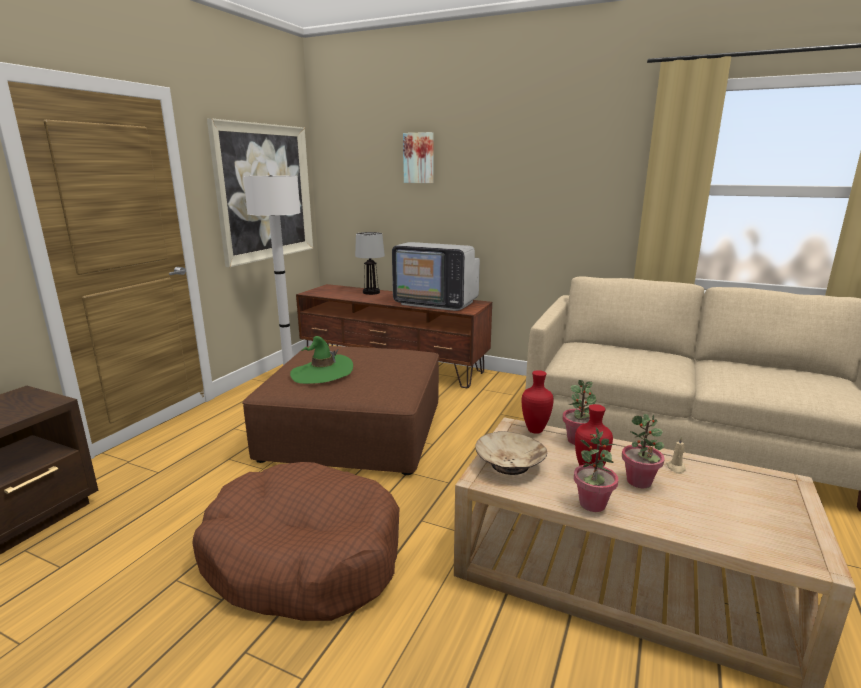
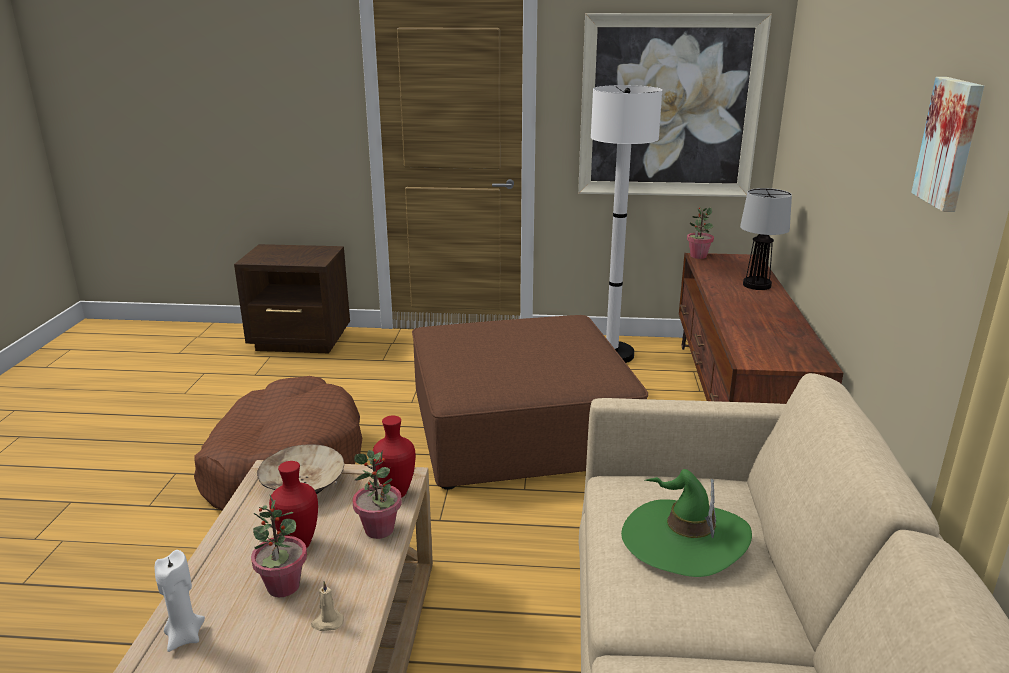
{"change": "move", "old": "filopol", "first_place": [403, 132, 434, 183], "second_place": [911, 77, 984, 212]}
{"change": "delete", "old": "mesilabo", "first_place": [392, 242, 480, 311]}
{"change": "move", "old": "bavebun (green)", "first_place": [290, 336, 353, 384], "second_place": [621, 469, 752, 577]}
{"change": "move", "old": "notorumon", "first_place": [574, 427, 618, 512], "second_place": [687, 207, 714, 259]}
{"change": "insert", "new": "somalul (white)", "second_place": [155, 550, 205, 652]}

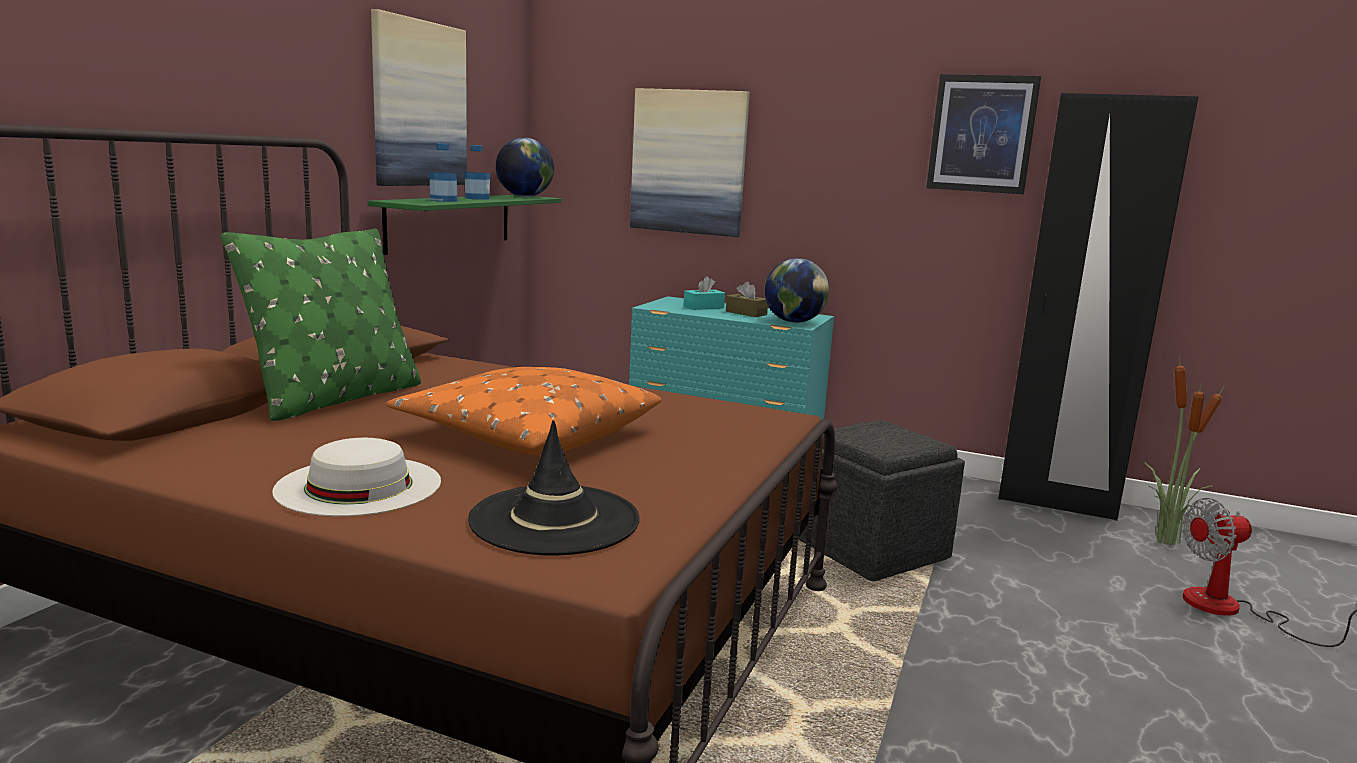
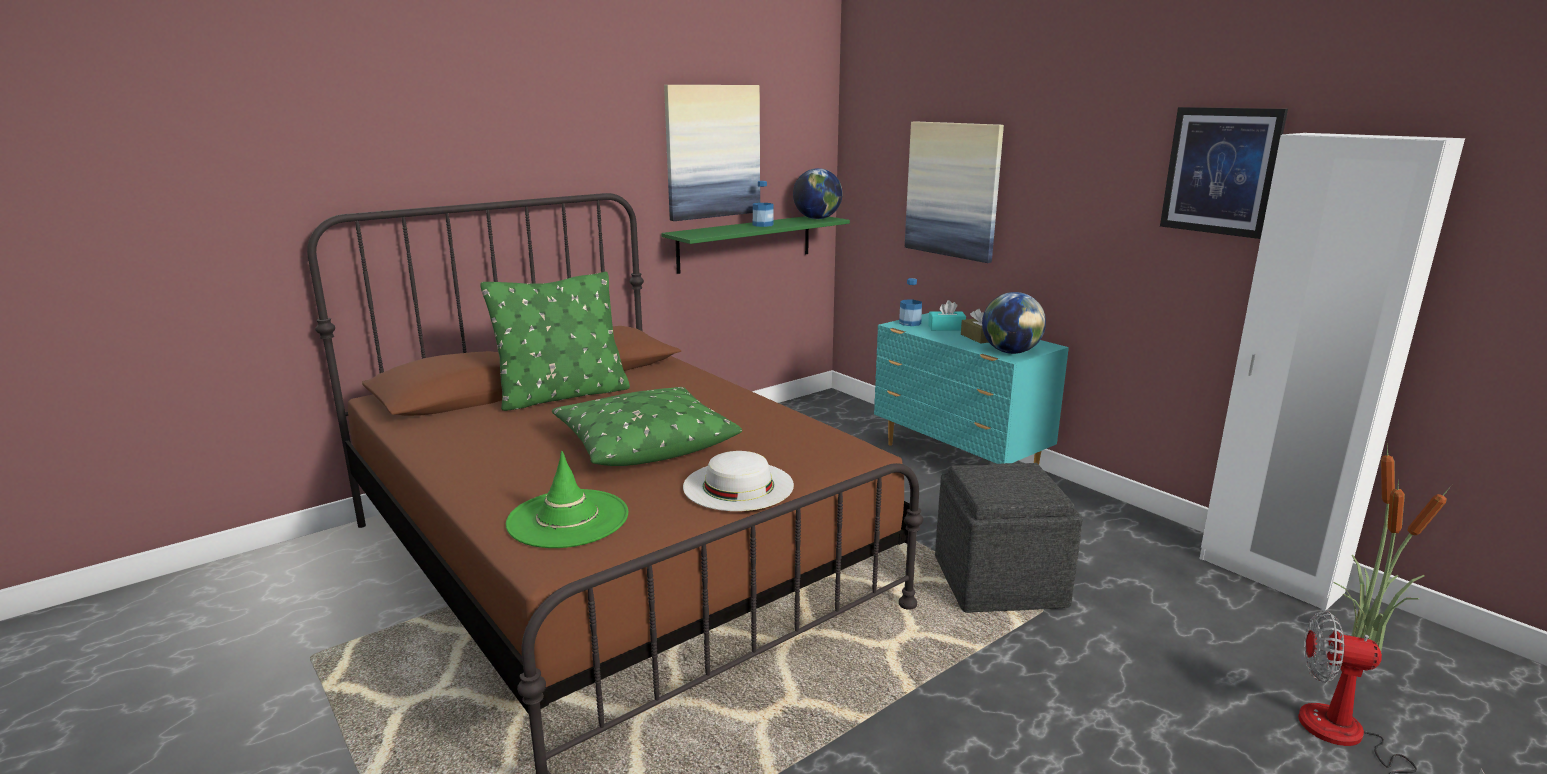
{"change": "recolor", "old": "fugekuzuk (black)", "new": "fugekuzuk (white)", "first_place": [998, 93, 1199, 521], "second_place": [1199, 133, 1465, 611]}
{"change": "move", "old": "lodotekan", "first_place": [429, 143, 458, 202], "second_place": [899, 278, 922, 326]}
{"change": "recolor", "old": "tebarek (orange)", "new": "tebarek (green)", "first_place": [386, 367, 661, 455], "second_place": [552, 387, 742, 466]}
{"change": "recolor", "old": "bavebun (black)", "new": "bavebun (green)", "first_place": [468, 420, 640, 555], "second_place": [506, 451, 628, 548]}
{"change": "move", "old": "bavebun (white)", "first_place": [272, 438, 441, 516], "second_place": [683, 451, 794, 511]}

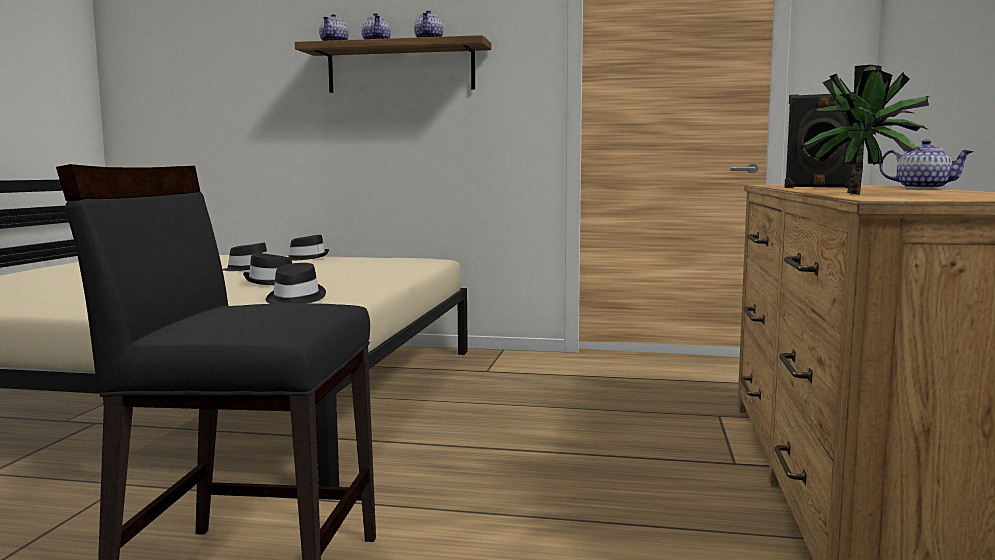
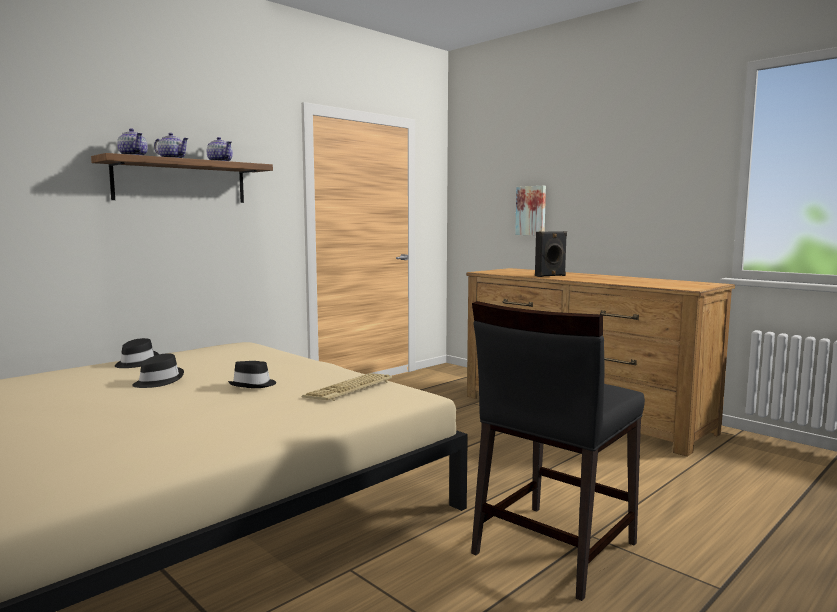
{"change": "delete", "old": "notorumon", "first_place": [799, 65, 929, 194]}
{"change": "delete", "old": "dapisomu", "first_place": [879, 139, 974, 189]}
{"change": "replace", "old": "bavebun (black)", "new": "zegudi", "first_place": [266, 263, 326, 304], "second_place": [302, 373, 392, 401]}
{"change": "insert", "new": "filopol", "second_place": [515, 186, 546, 235]}

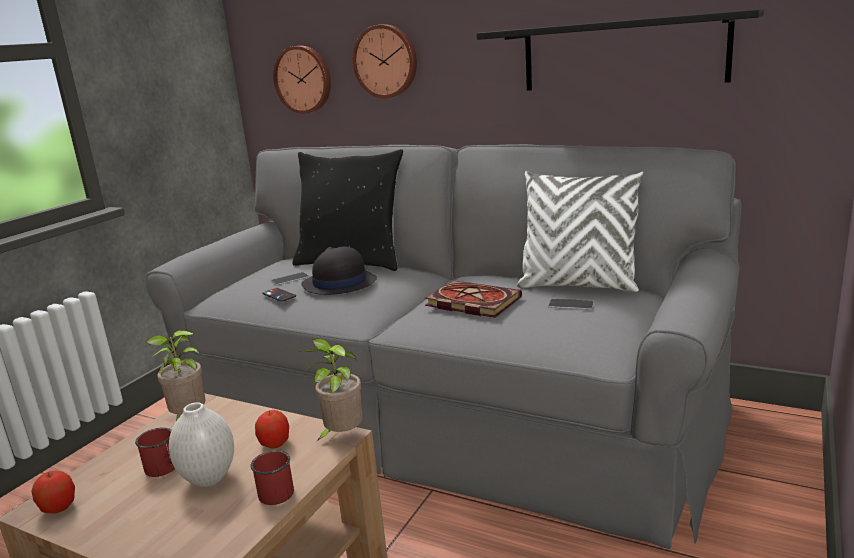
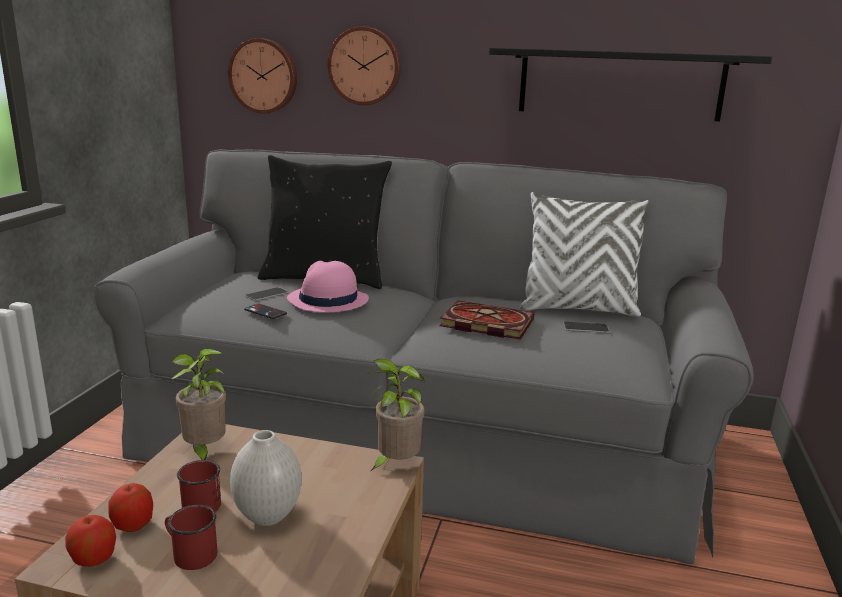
{"change": "recolor", "old": "bavebun (black)", "new": "bavebun (pink)", "first_place": [301, 247, 377, 295], "second_place": [287, 261, 369, 312]}
{"change": "move", "old": "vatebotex", "first_place": [255, 410, 289, 449], "second_place": [108, 483, 153, 532]}
{"change": "move", "old": "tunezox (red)", "first_place": [251, 450, 294, 505], "second_place": [165, 505, 217, 570]}

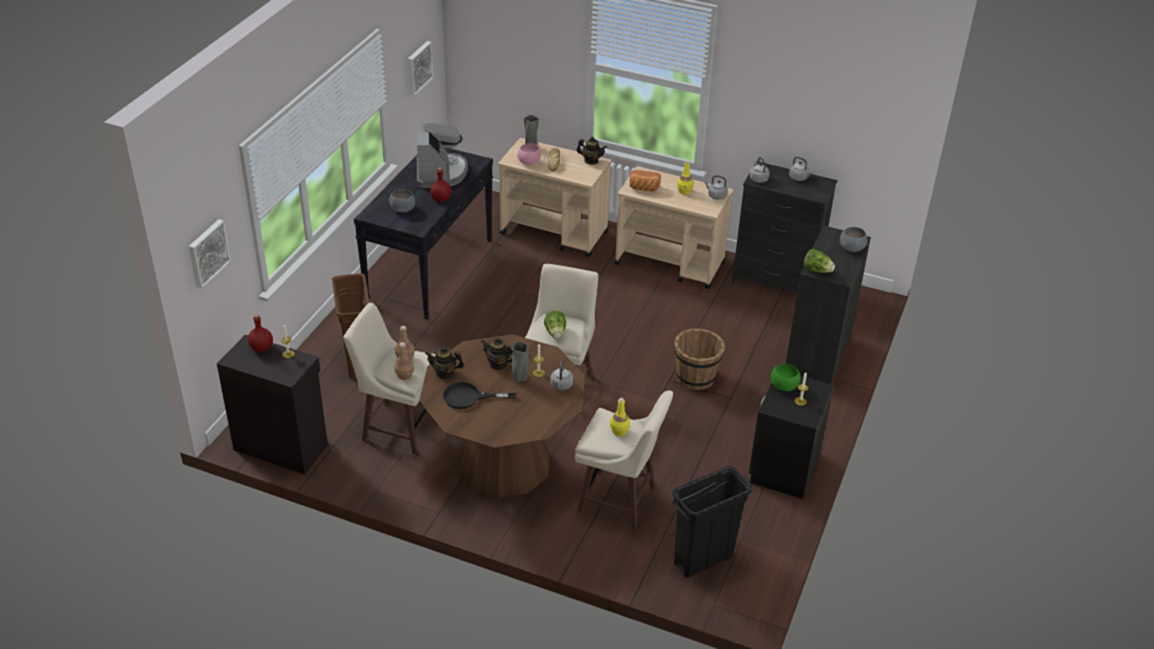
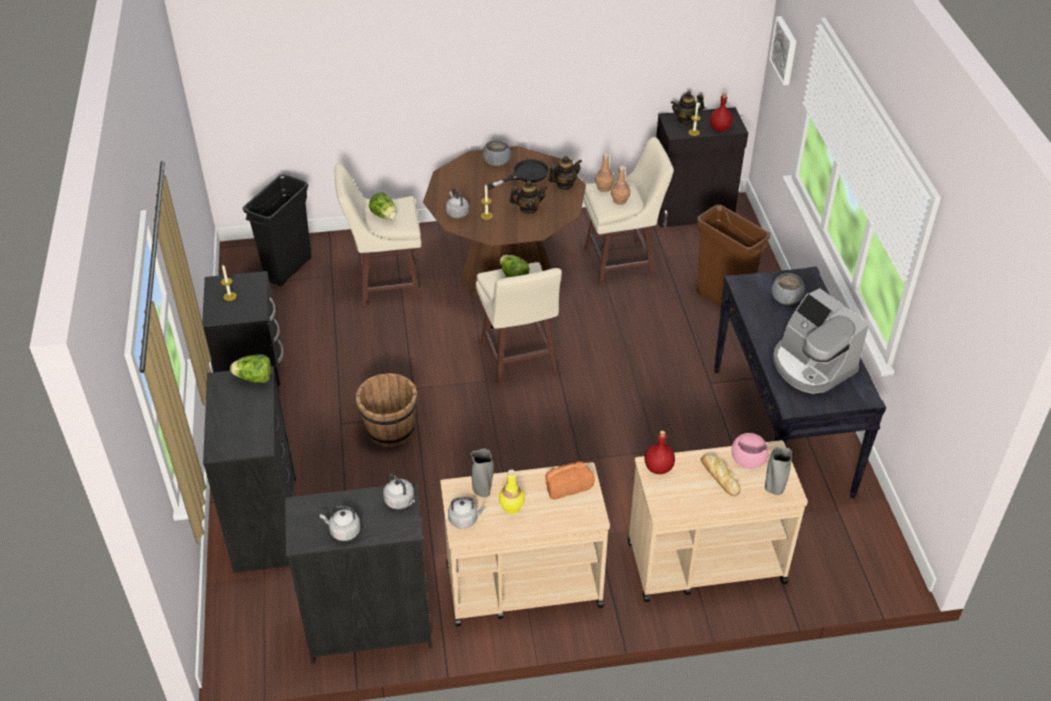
{"change": "delete", "old": "filopol", "first_place": [408, 41, 433, 96]}
{"change": "move", "old": "dapisomu", "first_place": [577, 137, 607, 165], "second_place": [671, 92, 704, 125]}
{"change": "move", "old": "lodotekan (red)", "first_place": [430, 167, 451, 202], "second_place": [644, 431, 675, 474]}
{"change": "move", "old": "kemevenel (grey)", "first_place": [840, 227, 868, 252], "second_place": [483, 140, 511, 166]}
{"change": "move", "old": "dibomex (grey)", "first_place": [512, 341, 529, 382], "second_place": [471, 448, 494, 497]}
{"change": "delete", "old": "kemevenel (green)", "first_place": [771, 364, 801, 391]}
{"change": "replace", "old": "lodotekan (yellow)", "new": "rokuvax", "first_place": [610, 398, 630, 436], "second_place": [369, 192, 397, 220]}

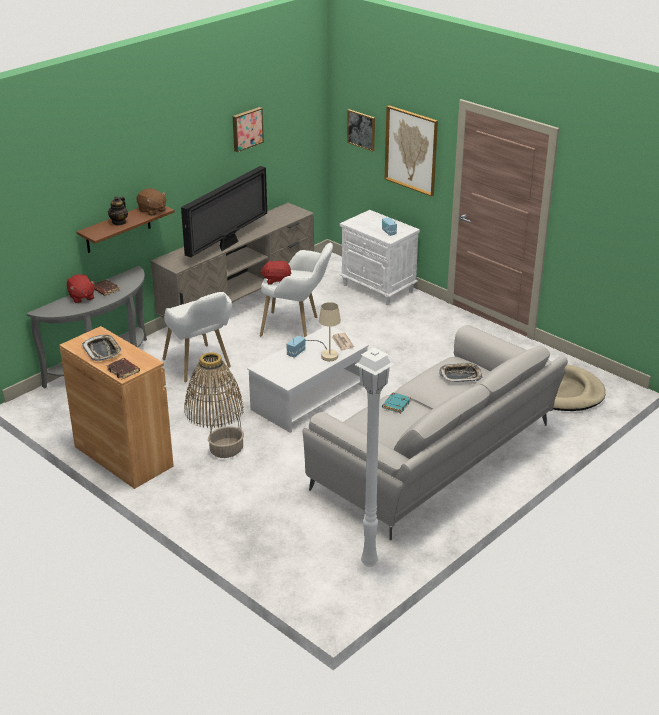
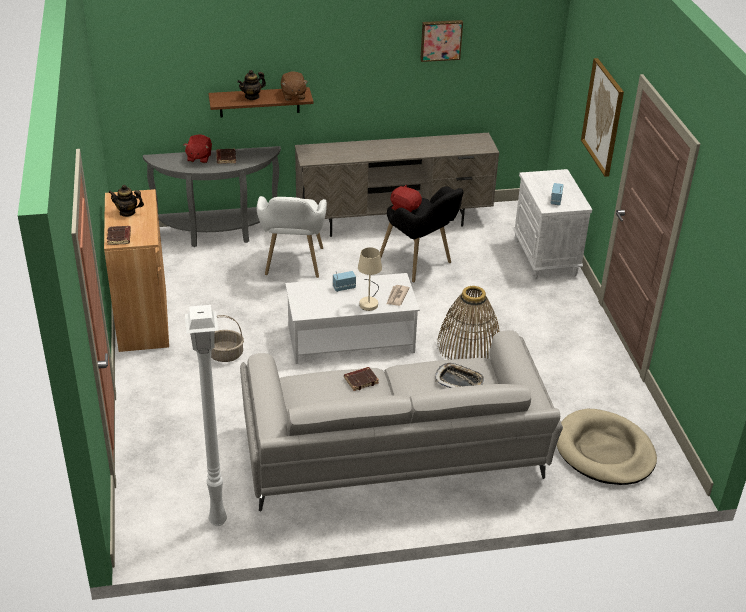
{"change": "delete", "old": "filopol", "first_place": [347, 109, 375, 152]}
{"change": "delete", "old": "mesilabo", "first_place": [181, 166, 267, 257]}
{"change": "recolor", "old": "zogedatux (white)", "new": "zogedatux (black)", "first_place": [260, 243, 333, 337], "second_place": [380, 186, 464, 282]}
{"change": "replace", "old": "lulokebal", "new": "dapisomu", "first_place": [82, 335, 122, 361], "second_place": [108, 185, 144, 217]}
{"change": "move", "old": "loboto", "first_place": [184, 352, 244, 428], "second_place": [437, 286, 500, 360]}
{"change": "recolor", "old": "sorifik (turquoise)", "new": "sorifik (brown)", "first_place": [382, 393, 411, 413], "second_place": [344, 367, 379, 391]}

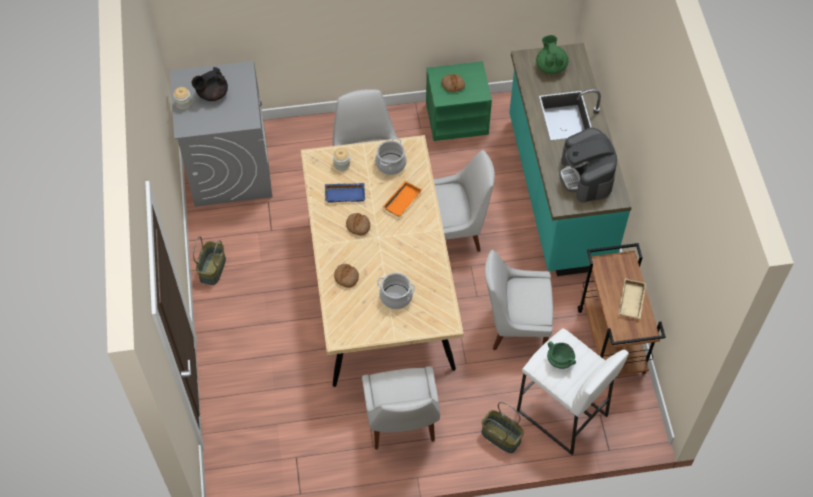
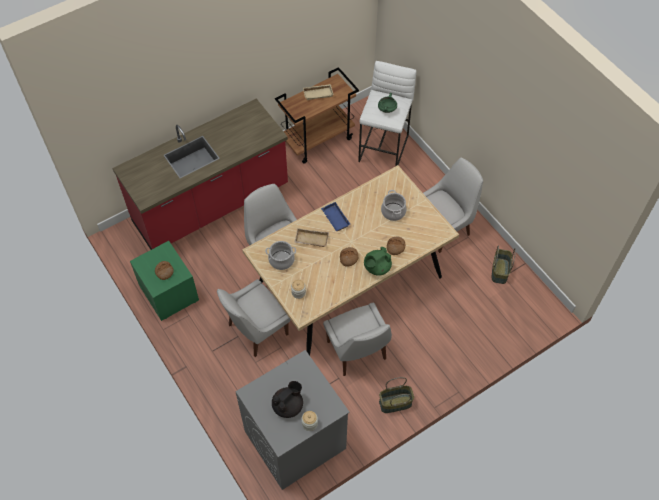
{"change": "move", "old": "dapisomu (green)", "first_place": [536, 35, 568, 74], "second_place": [364, 247, 392, 276]}
{"change": "recolor", "old": "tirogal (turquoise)", "new": "tirogal (red)", "first_place": [509, 43, 632, 276], "second_place": [112, 98, 288, 250]}
{"change": "rotate", "old": "dapisomu (black)", "first_place": [191, 67, 228, 101], "second_place": [272, 381, 303, 418], "degrees": -75}
{"change": "delete", "old": "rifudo", "first_place": [559, 128, 617, 203]}
{"change": "recolor", "old": "lulokebal (orange)", "new": "lulokebal (beige)", "first_place": [383, 181, 422, 217], "second_place": [295, 228, 329, 247]}
{"change": "move", "old": "lulokebal (blue)", "first_place": [325, 183, 365, 203], "second_place": [321, 202, 350, 231]}
{"change": "move", "old": "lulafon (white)", "first_place": [485, 250, 553, 350], "second_place": [323, 303, 392, 376]}
{"change": "move", "old": "loboto", "first_place": [481, 402, 524, 453], "second_place": [492, 245, 516, 284]}

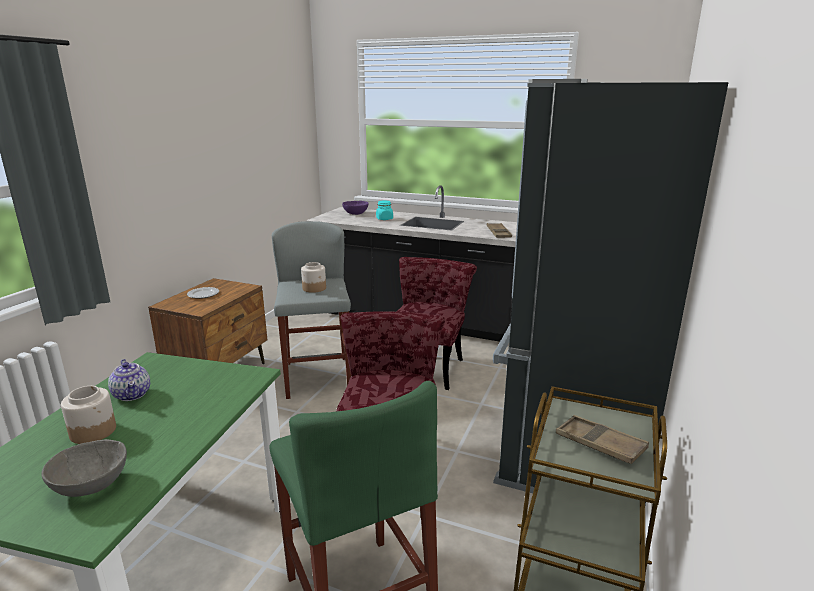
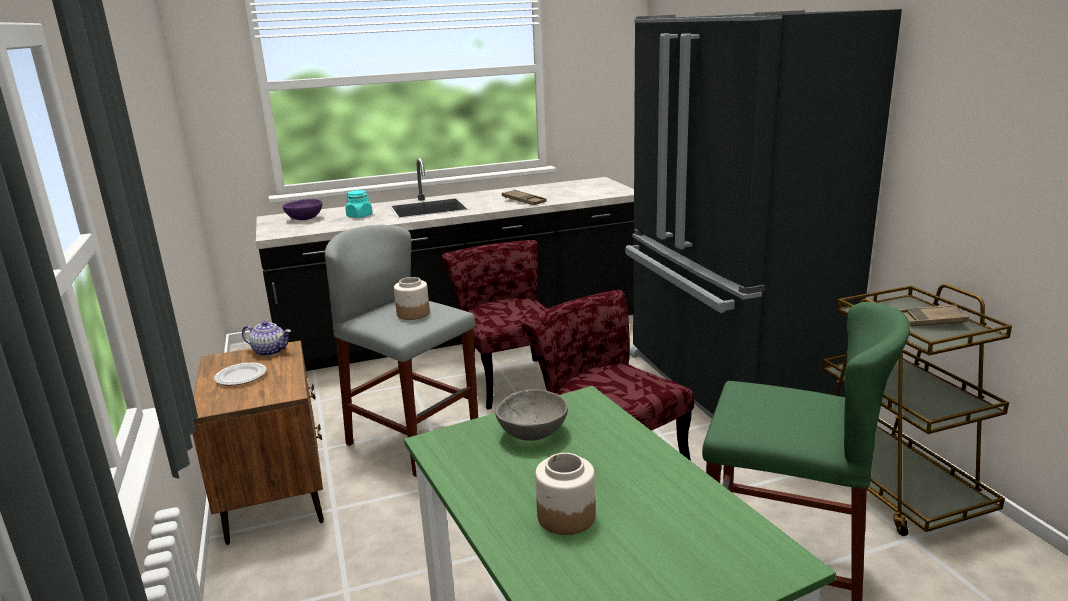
{"change": "move", "old": "dapisomu", "first_place": [108, 359, 150, 401], "second_place": [242, 321, 291, 356]}
{"change": "move", "old": "kemevenel (grey)", "first_place": [42, 439, 127, 497], "second_place": [495, 389, 568, 441]}

